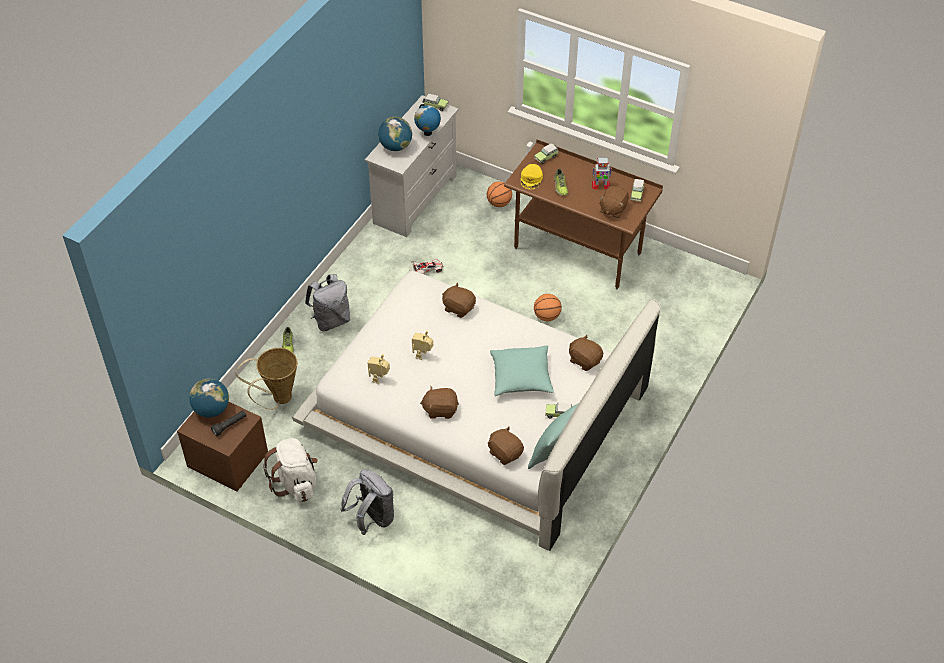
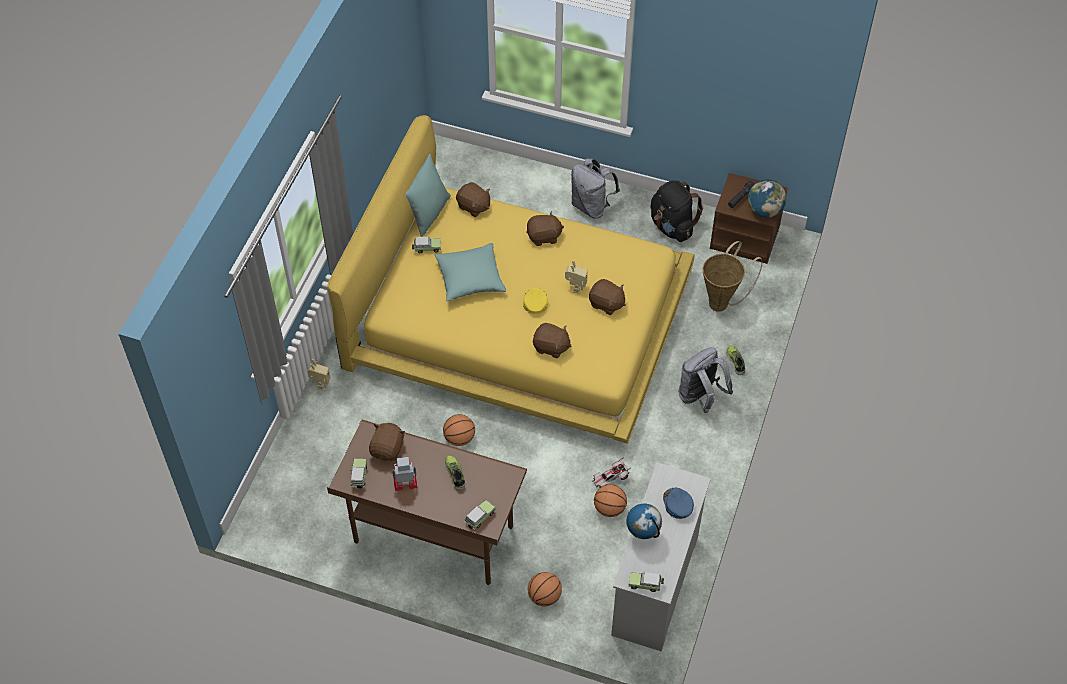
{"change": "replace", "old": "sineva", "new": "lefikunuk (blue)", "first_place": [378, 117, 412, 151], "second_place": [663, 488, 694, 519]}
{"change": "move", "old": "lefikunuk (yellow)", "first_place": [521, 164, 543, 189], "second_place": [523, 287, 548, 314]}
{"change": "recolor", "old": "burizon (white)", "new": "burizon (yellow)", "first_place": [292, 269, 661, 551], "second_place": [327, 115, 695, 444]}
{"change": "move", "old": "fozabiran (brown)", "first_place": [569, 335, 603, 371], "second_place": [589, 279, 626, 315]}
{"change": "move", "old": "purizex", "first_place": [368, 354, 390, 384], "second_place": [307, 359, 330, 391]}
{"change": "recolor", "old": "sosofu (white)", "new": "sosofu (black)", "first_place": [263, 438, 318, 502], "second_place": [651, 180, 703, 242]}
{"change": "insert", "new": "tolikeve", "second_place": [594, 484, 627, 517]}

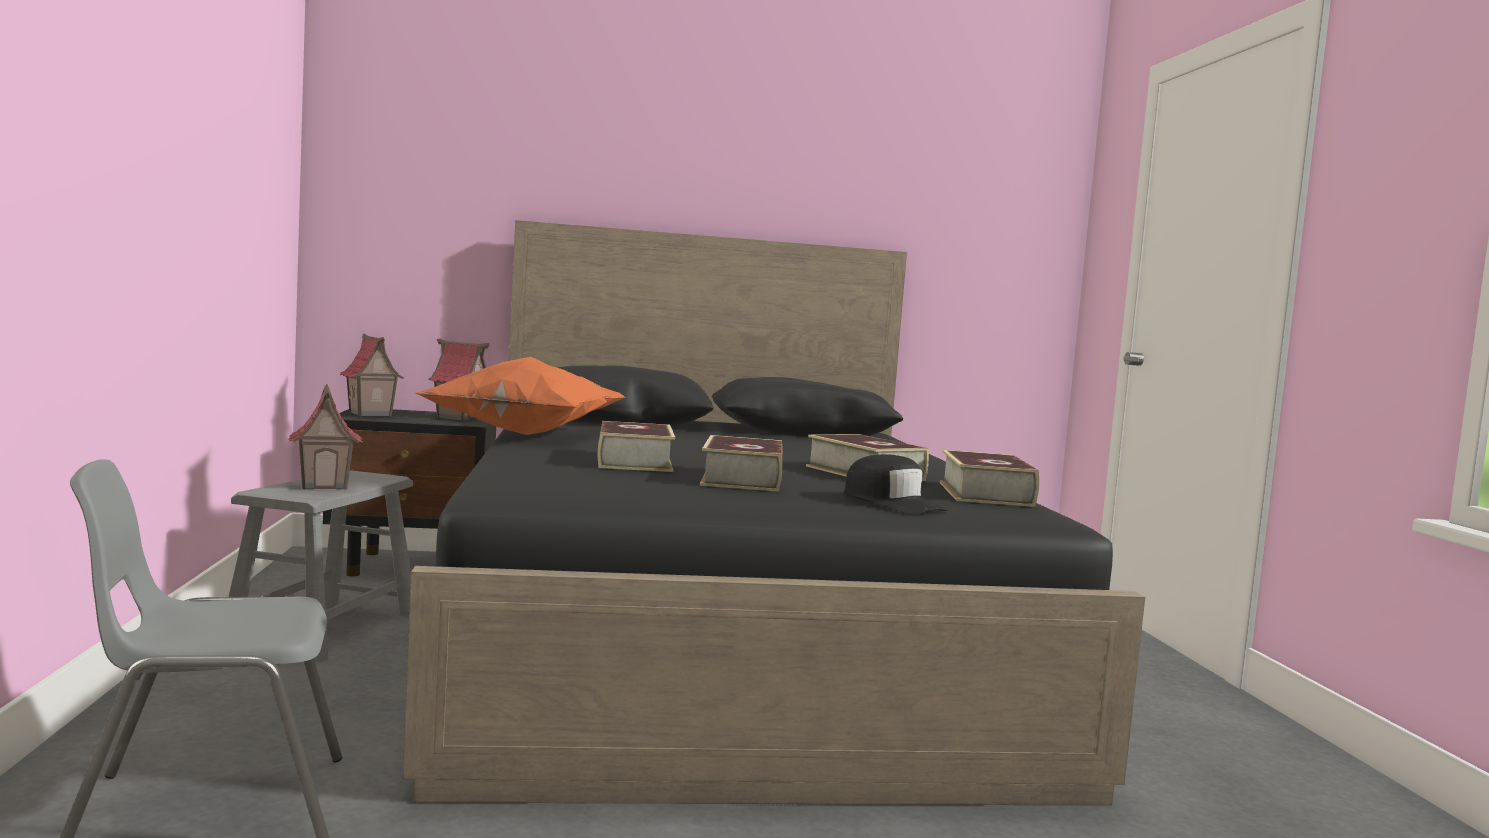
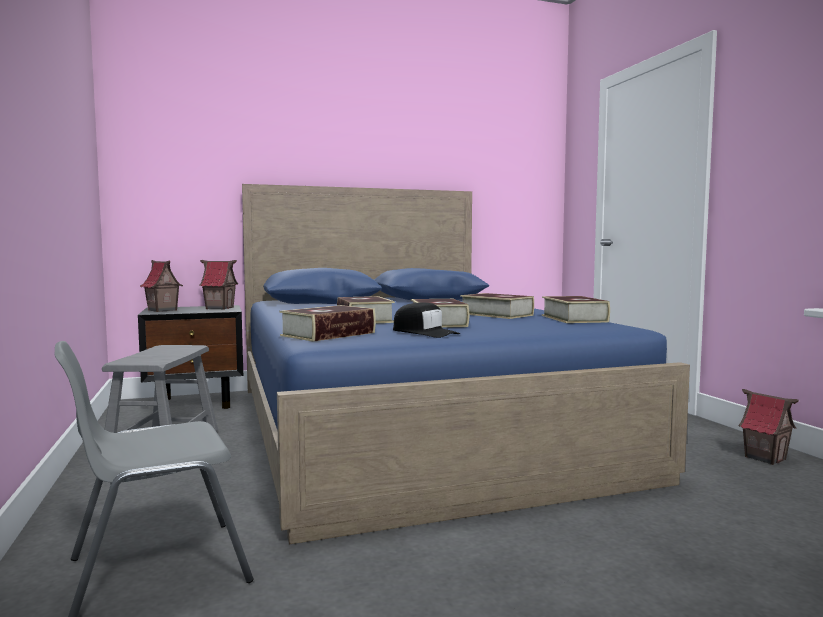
{"change": "recolor", "old": "burizon (black)", "new": "burizon (blue)", "first_place": [403, 220, 1145, 806], "second_place": [242, 184, 690, 544]}
{"change": "delete", "old": "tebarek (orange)", "first_place": [414, 357, 625, 435]}
{"change": "move", "old": "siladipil", "first_place": [288, 384, 363, 490], "second_place": [738, 389, 799, 465]}
{"change": "move", "old": "lefikunuk (black)", "first_place": [844, 454, 949, 514], "second_place": [393, 302, 461, 338]}
{"change": "insert", "new": "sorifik", "second_place": [280, 305, 376, 342]}

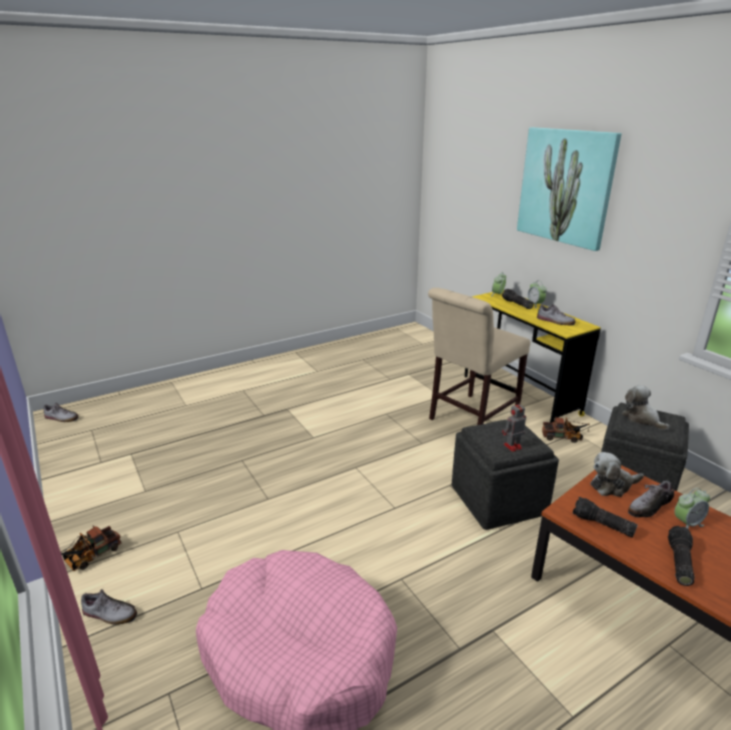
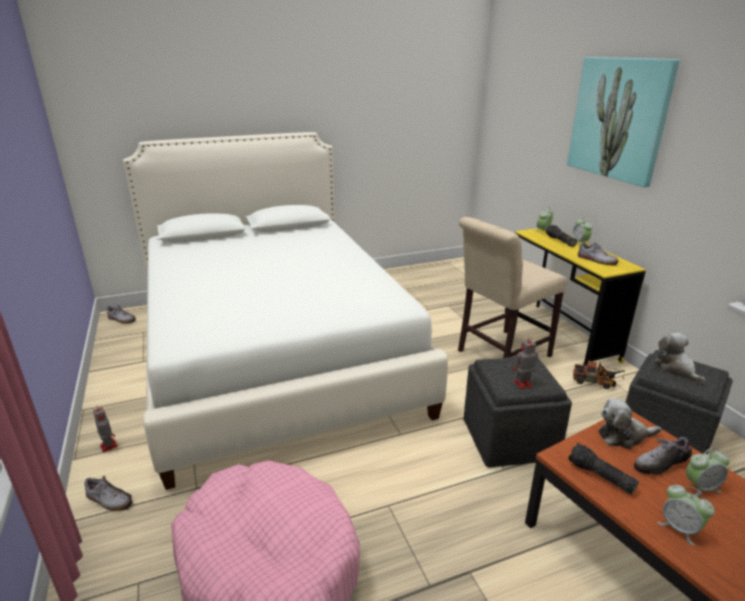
{"change": "replace", "old": "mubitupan", "new": "purizex", "first_place": [61, 526, 122, 571], "second_place": [93, 406, 118, 452]}
{"change": "replace", "old": "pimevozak", "new": "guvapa", "first_place": [668, 526, 695, 586], "second_place": [657, 485, 715, 546]}
{"change": "insert", "new": "burizon (white)", "second_place": [123, 132, 448, 490]}

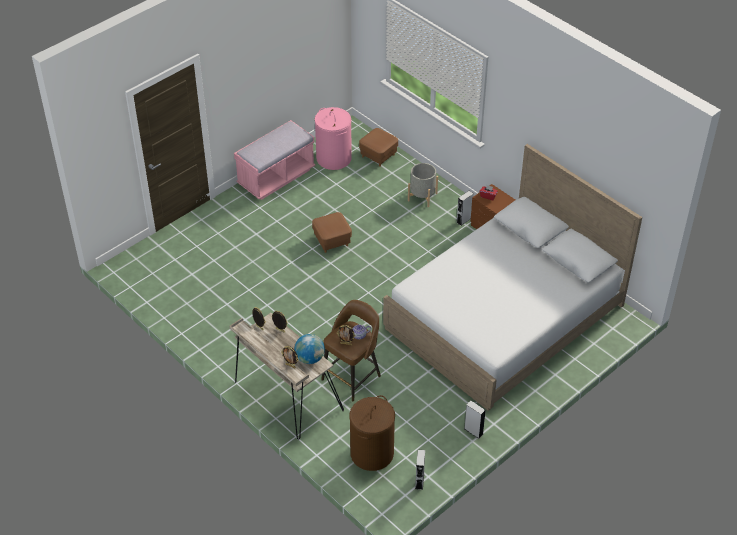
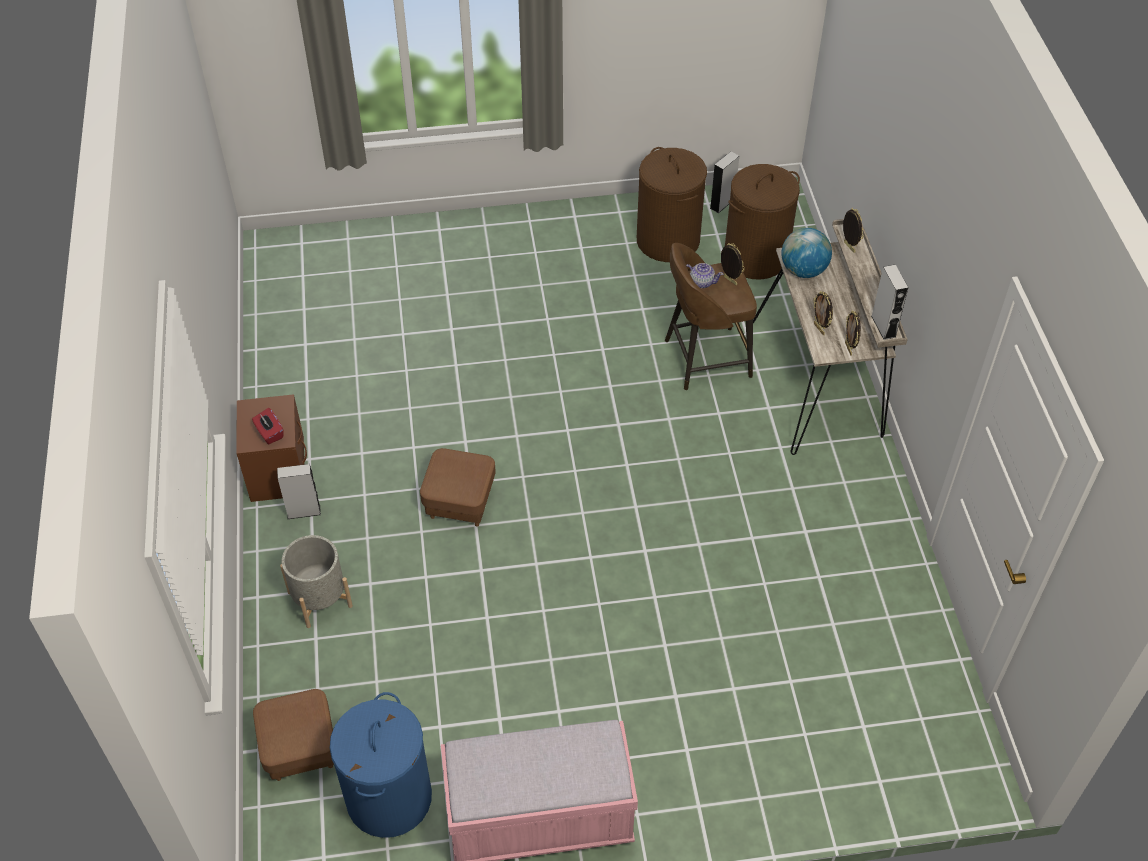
{"change": "recolor", "old": "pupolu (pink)", "new": "pupolu (blue)", "first_place": [314, 107, 352, 170], "second_place": [330, 692, 432, 838]}
{"change": "delete", "old": "burizon (white)", "first_place": [383, 144, 642, 411]}
{"change": "move", "old": "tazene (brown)", "first_place": [312, 212, 352, 253], "second_place": [420, 448, 496, 527]}
{"change": "move", "old": "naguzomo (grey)", "first_place": [464, 401, 486, 439], "second_place": [871, 264, 908, 340]}
{"change": "insert", "new": "pupolu (brown)", "second_place": [637, 147, 707, 262]}

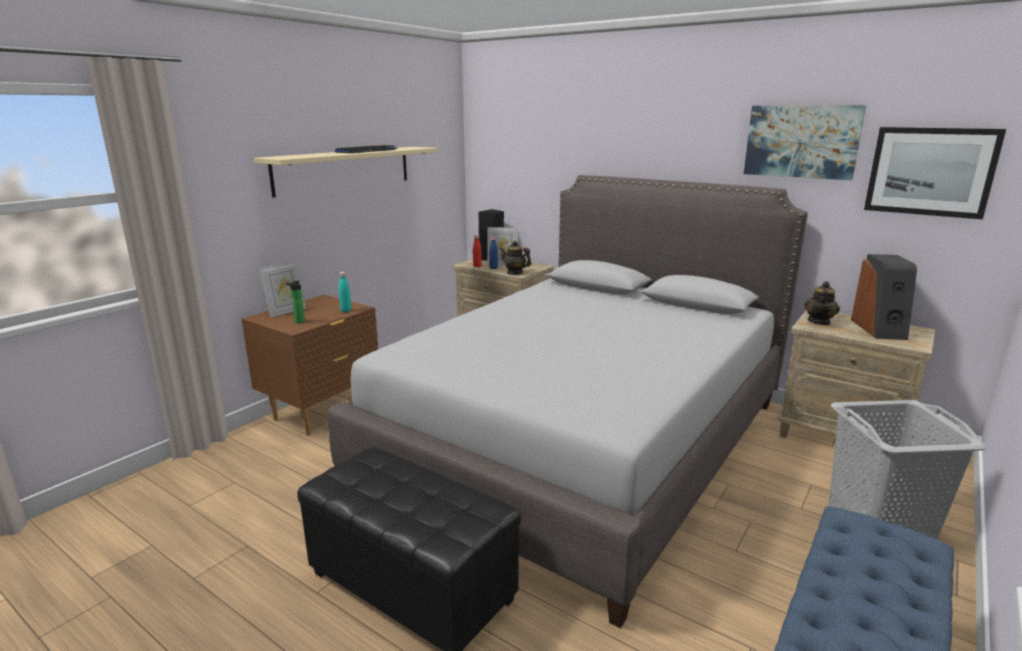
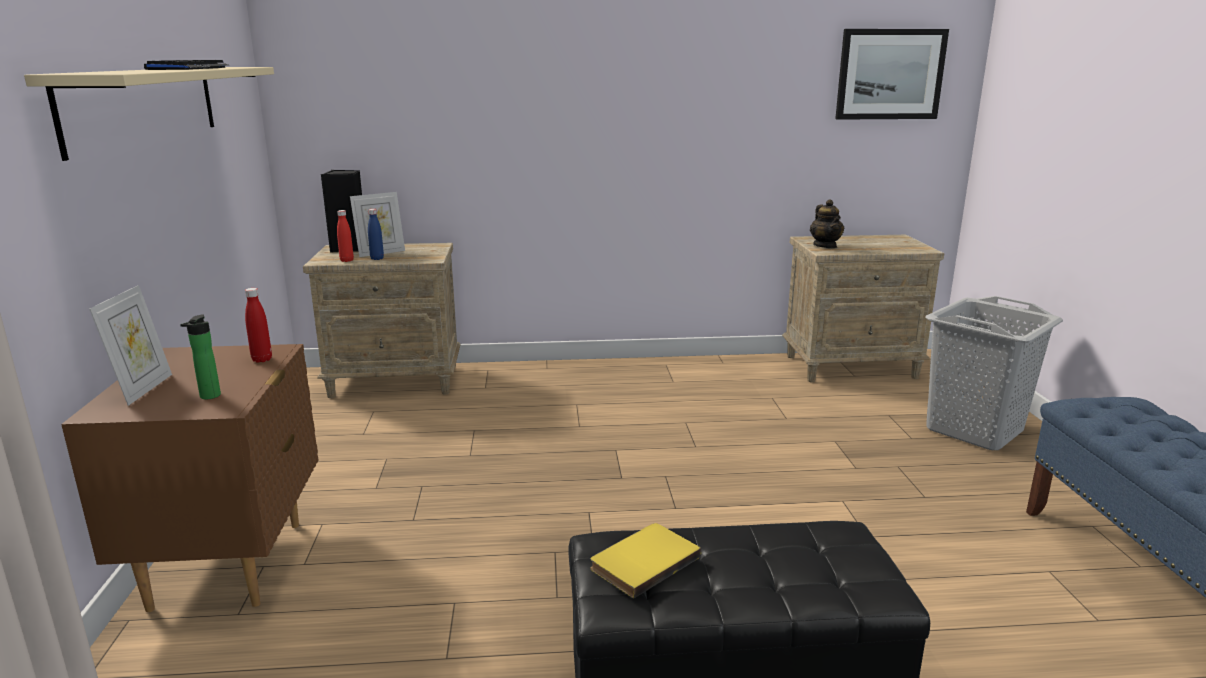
{"change": "delete", "old": "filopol", "first_place": [744, 105, 866, 180]}
{"change": "delete", "old": "burizon (grey)", "first_place": [327, 175, 808, 628]}
{"change": "delete", "old": "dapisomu", "first_place": [500, 241, 531, 275]}
{"change": "delete", "old": "naguzomo", "first_place": [851, 254, 917, 340]}
{"change": "recolor", "old": "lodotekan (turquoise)", "new": "lodotekan (red)", "first_place": [339, 272, 351, 312], "second_place": [245, 288, 272, 363]}
{"change": "insert", "new": "sorifik (yellow)", "second_place": [591, 523, 701, 598]}

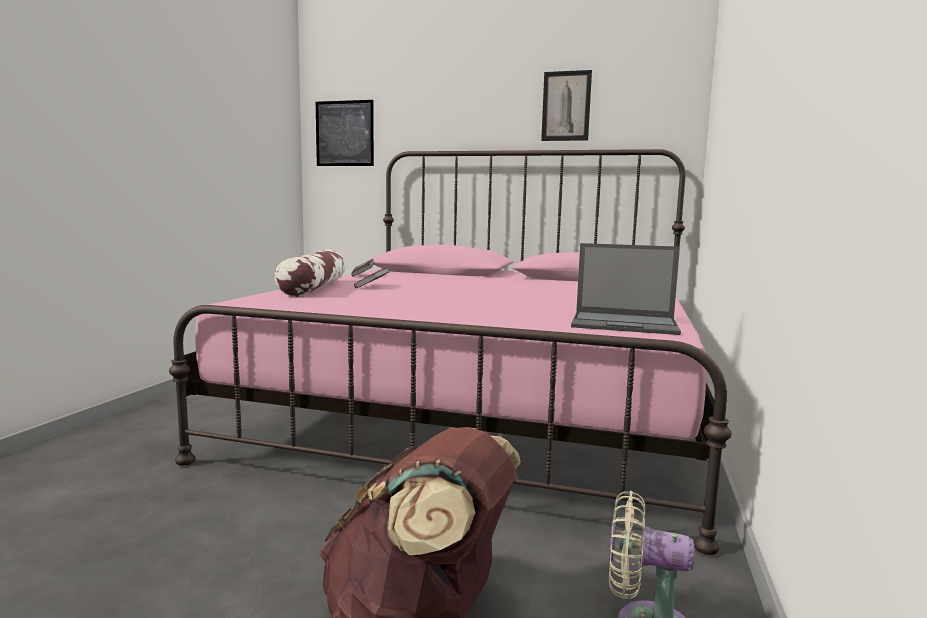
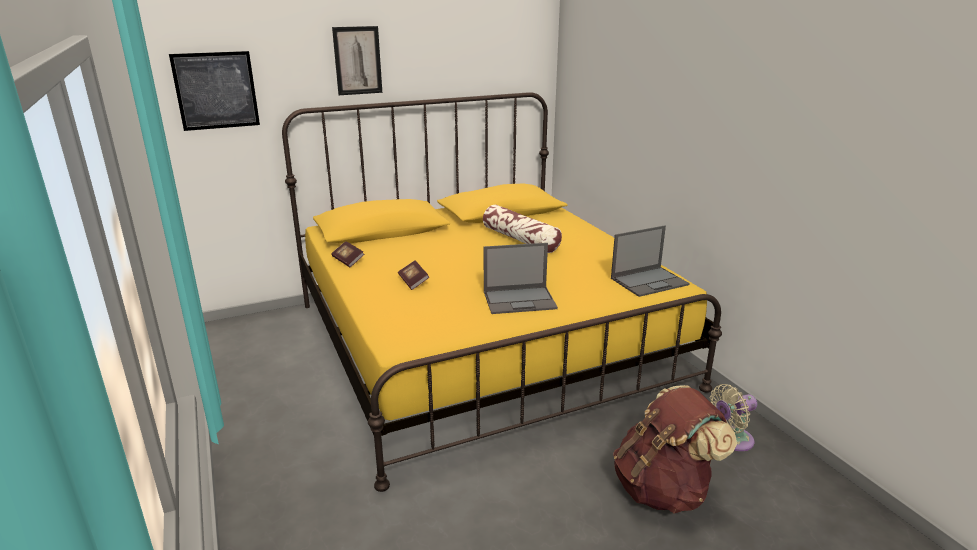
{"change": "move", "old": "filopol", "first_place": [541, 70, 592, 141], "second_place": [332, 26, 382, 95]}
{"change": "recolor", "old": "burizon (pink)", "new": "burizon (yellow)", "first_place": [169, 149, 732, 555], "second_place": [282, 92, 722, 492]}
{"change": "move", "old": "tebarek", "first_place": [274, 249, 346, 297], "second_place": [483, 205, 562, 253]}
{"change": "insert", "new": "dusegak", "second_place": [484, 243, 558, 314]}

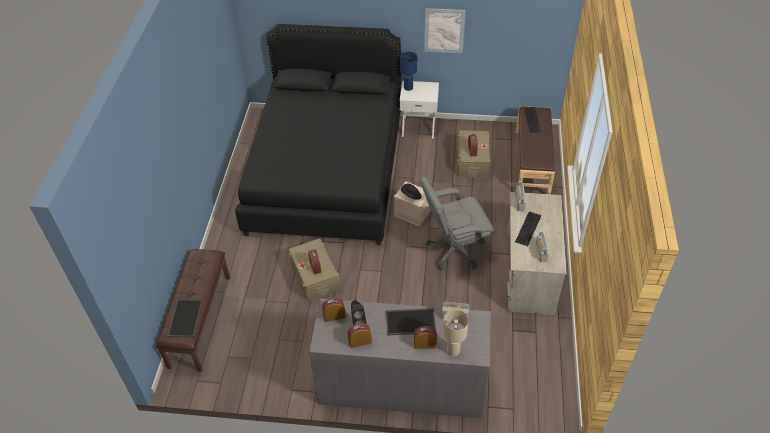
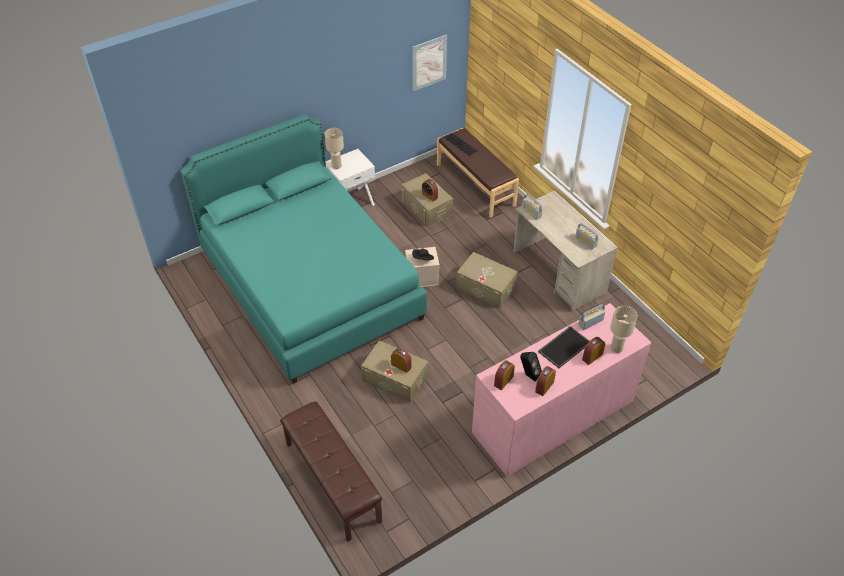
{"change": "move", "old": "filopol", "first_place": [424, 8, 466, 53], "second_place": [412, 35, 447, 91]}
{"change": "recolor", "old": "burizon (black)", "new": "burizon (turquoise)", "first_place": [235, 24, 401, 245], "second_place": [180, 114, 427, 384]}
{"change": "recolor", "old": "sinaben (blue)", "new": "sinaben (beige)", "first_place": [400, 52, 417, 91], "second_place": [325, 128, 344, 169]}
{"change": "replace", "old": "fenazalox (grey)", "new": "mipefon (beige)", "first_place": [420, 177, 495, 270], "second_place": [456, 252, 518, 308]}
{"change": "delete", "old": "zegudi", "first_place": [515, 211, 542, 246]}
{"change": "recolor", "old": "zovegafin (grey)", "new": "zovegafin (pink)", "first_place": [309, 298, 491, 418], "second_place": [472, 303, 651, 477]}
{"change": "delete", "old": "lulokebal", "first_place": [167, 299, 203, 338]}

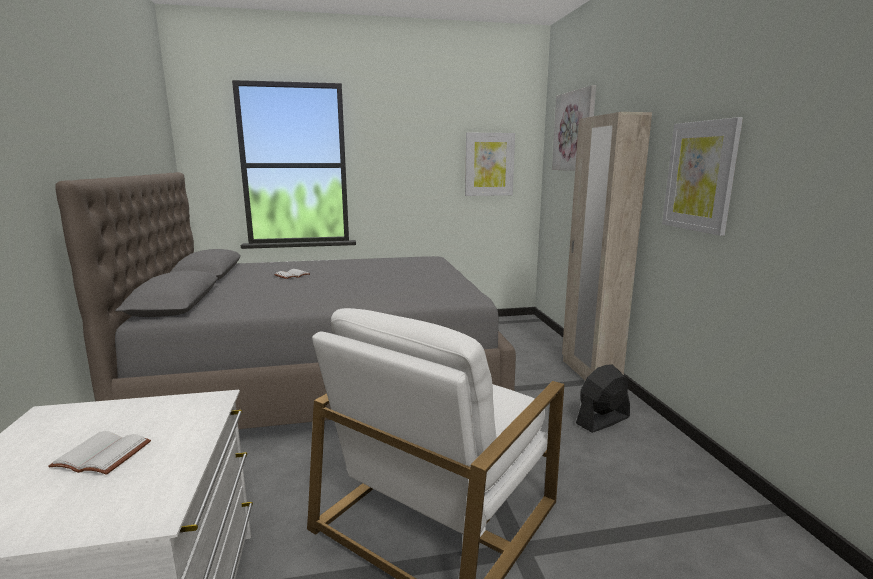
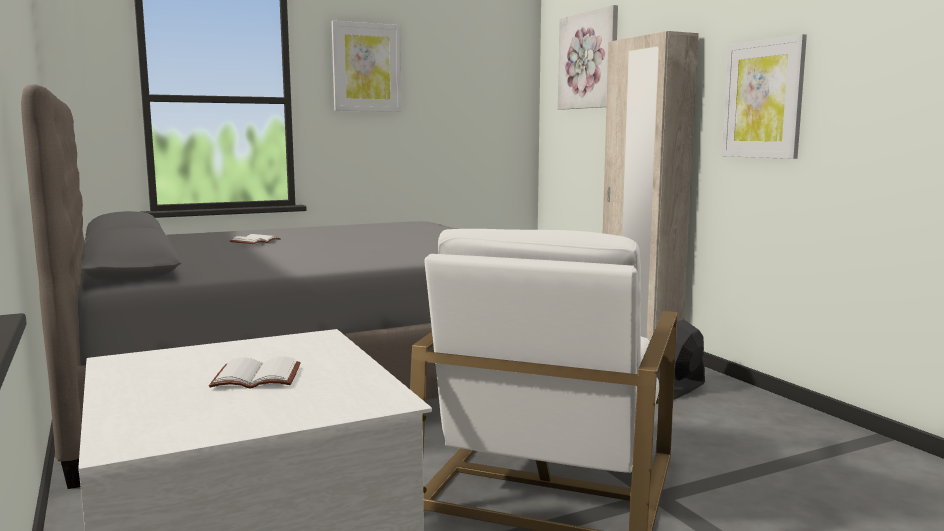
{"change": "move", "old": "filopol", "first_place": [465, 132, 515, 196], "second_place": [332, 21, 402, 112]}

